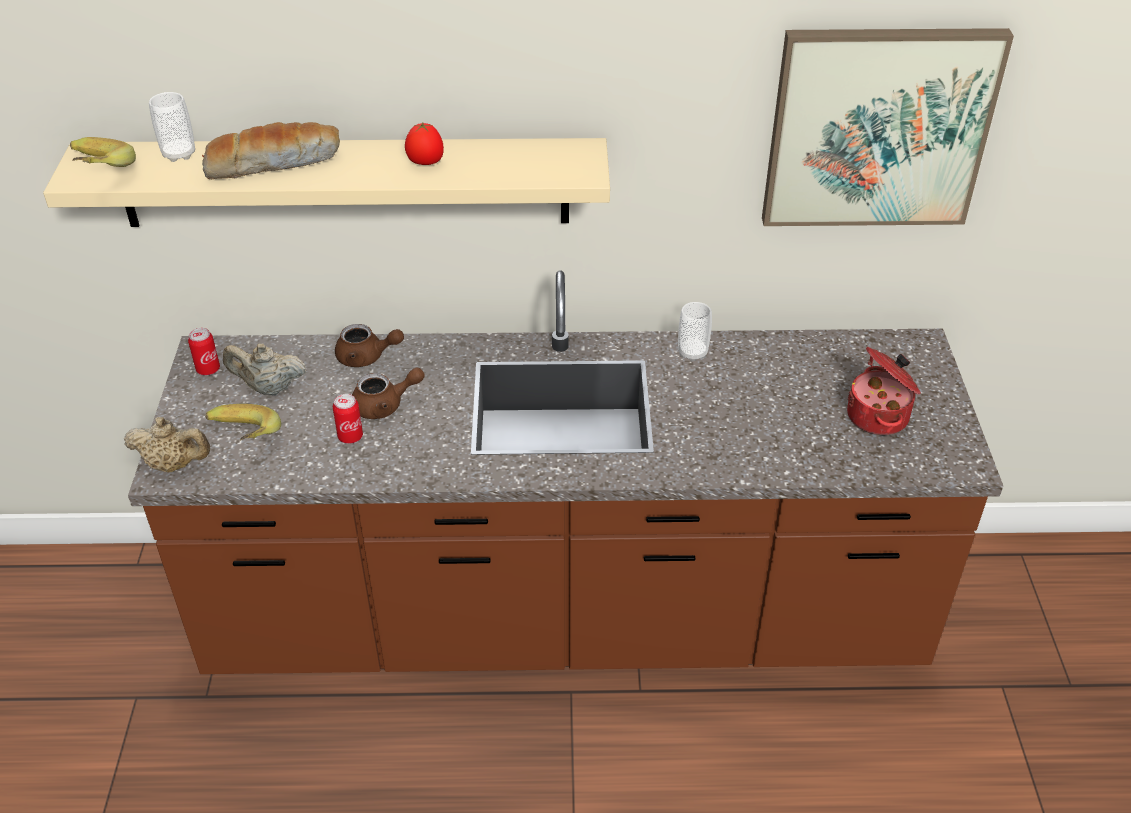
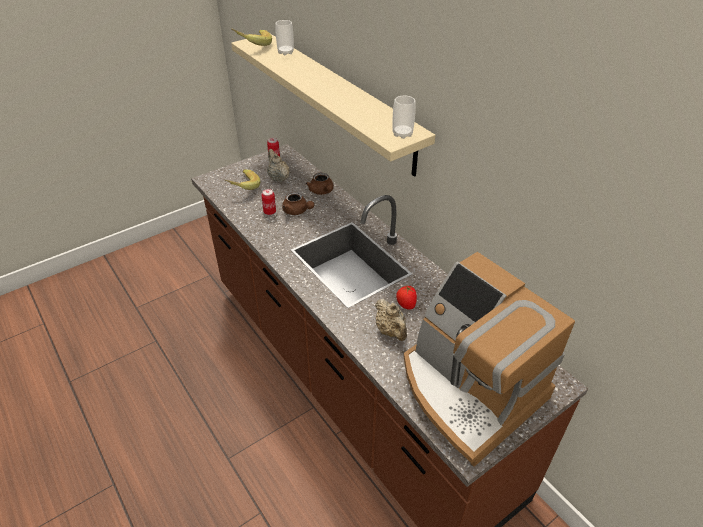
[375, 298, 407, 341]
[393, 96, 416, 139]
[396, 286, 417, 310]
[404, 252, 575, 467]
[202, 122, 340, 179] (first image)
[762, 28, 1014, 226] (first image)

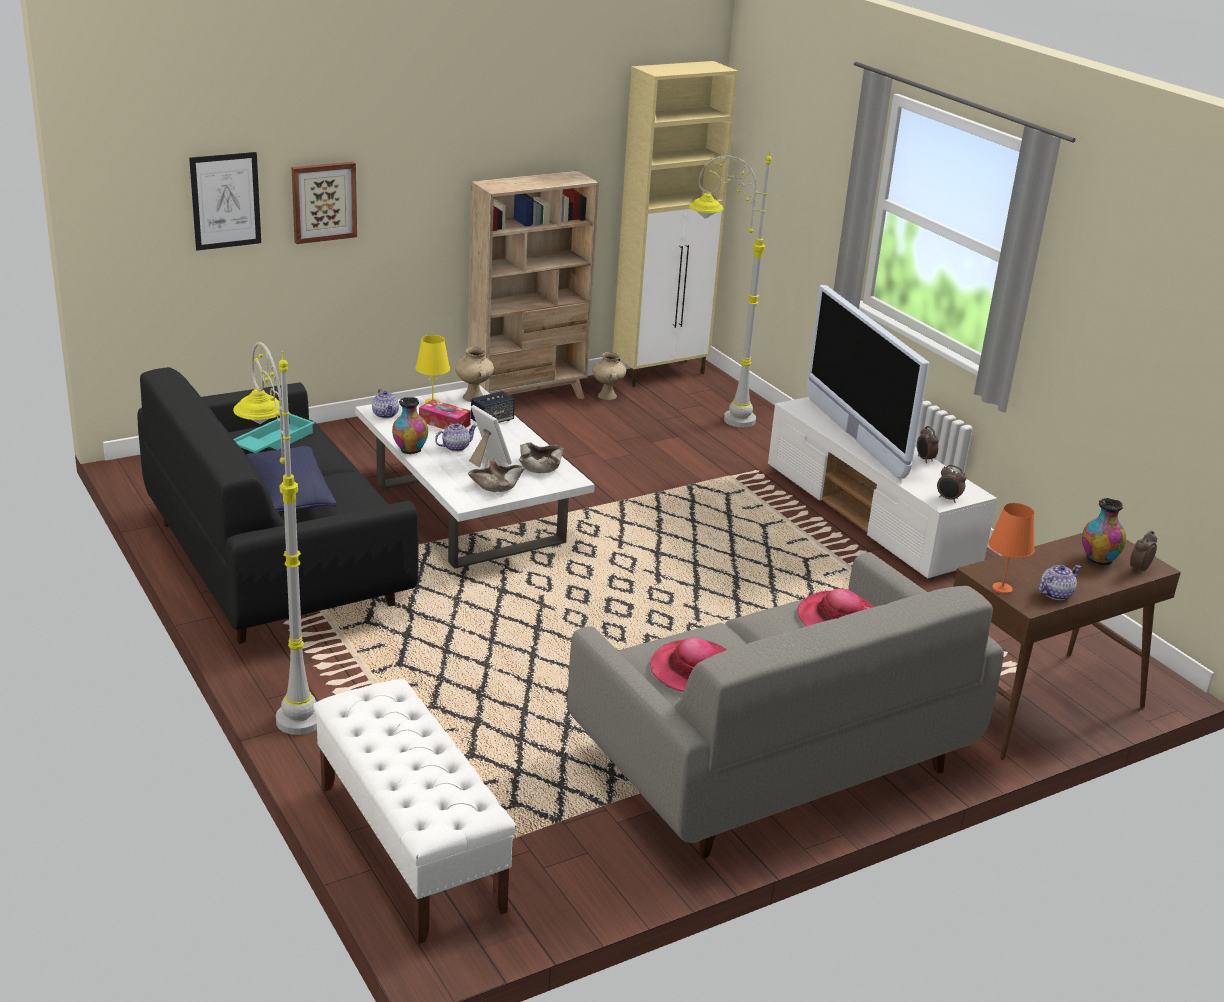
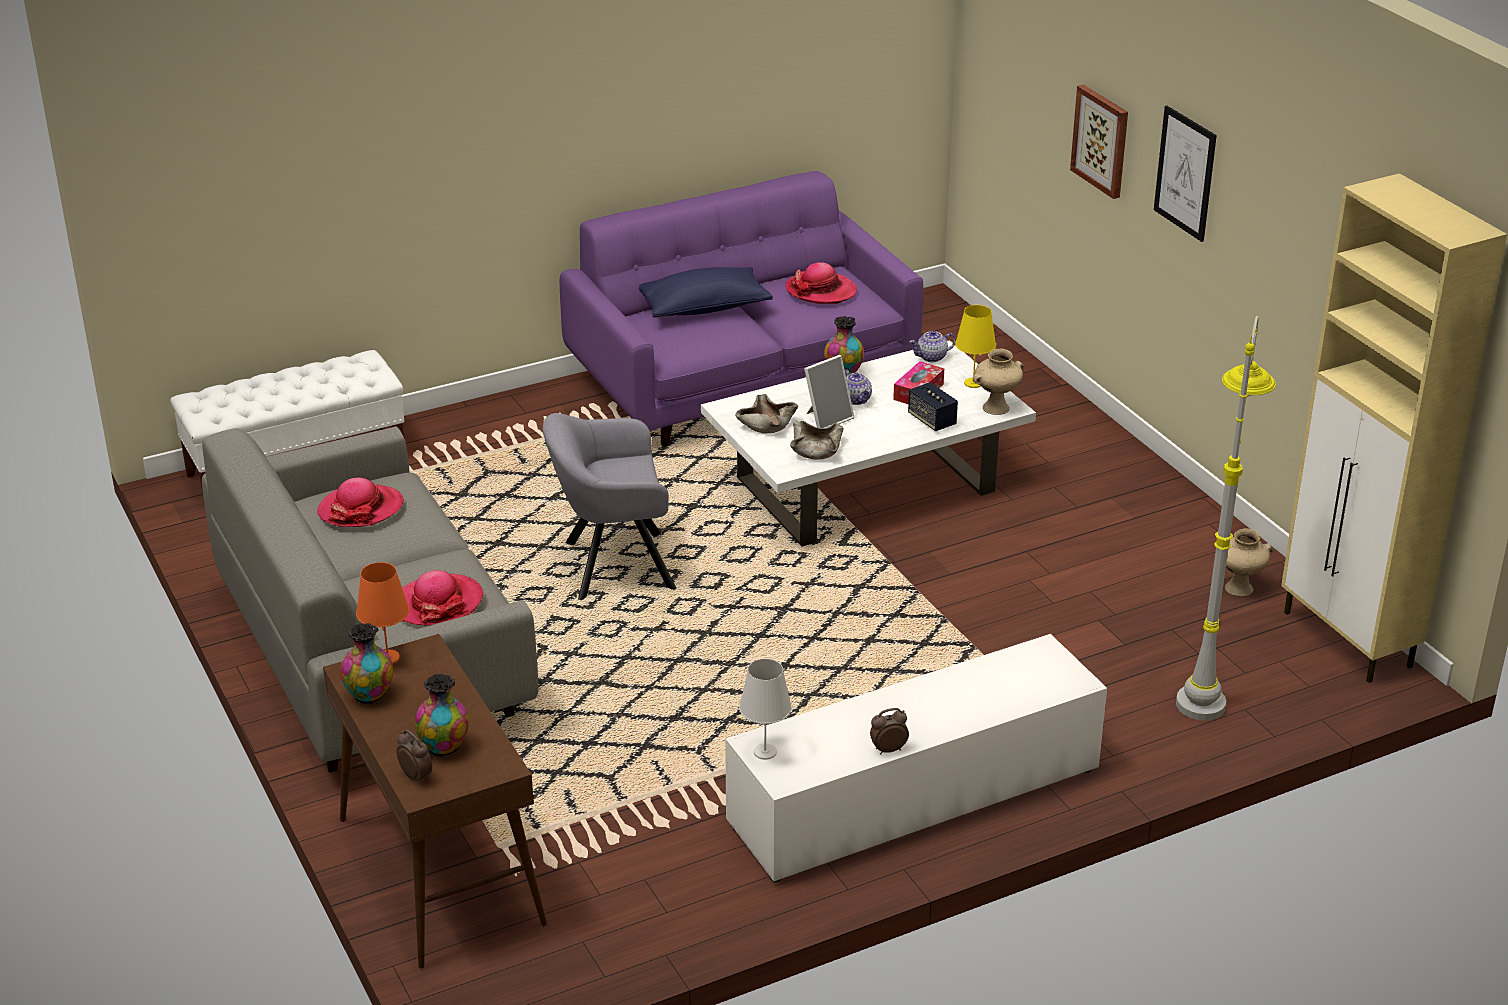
[340, 623, 393, 704]
[543, 413, 676, 600]
[560, 171, 923, 447]
[739, 659, 792, 760]
[785, 262, 857, 304]
[1154, 106, 1217, 242]
[233, 342, 317, 735] (first image)
[468, 171, 599, 399] (first image)
[807, 285, 930, 479] (first image)

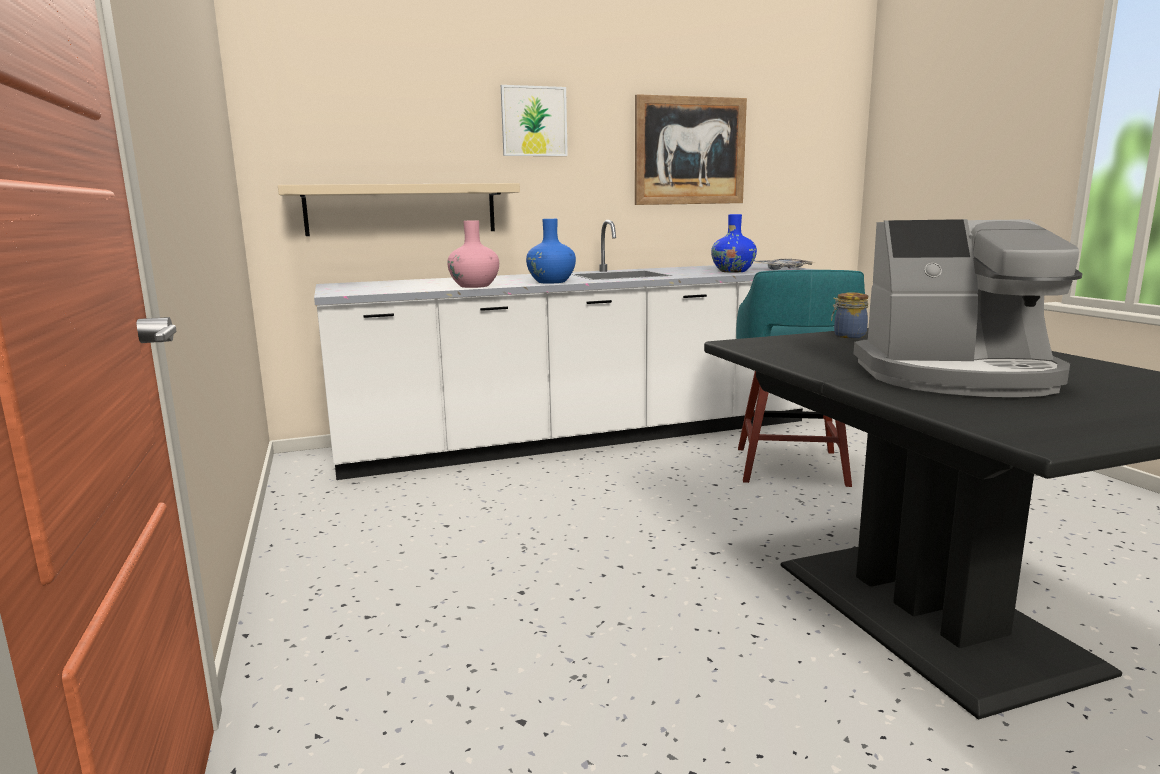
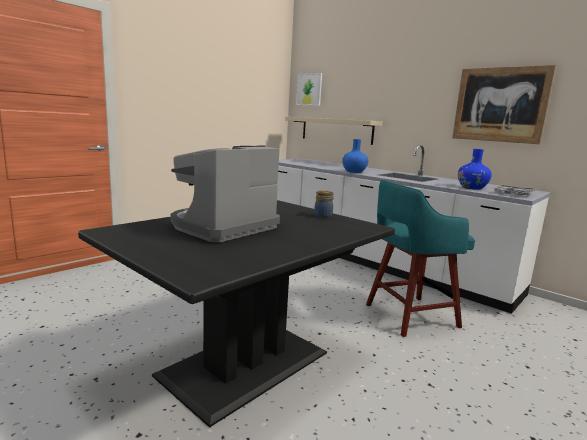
[171, 146, 280, 242]
[296, 73, 322, 106]
[447, 220, 499, 288] (first image)

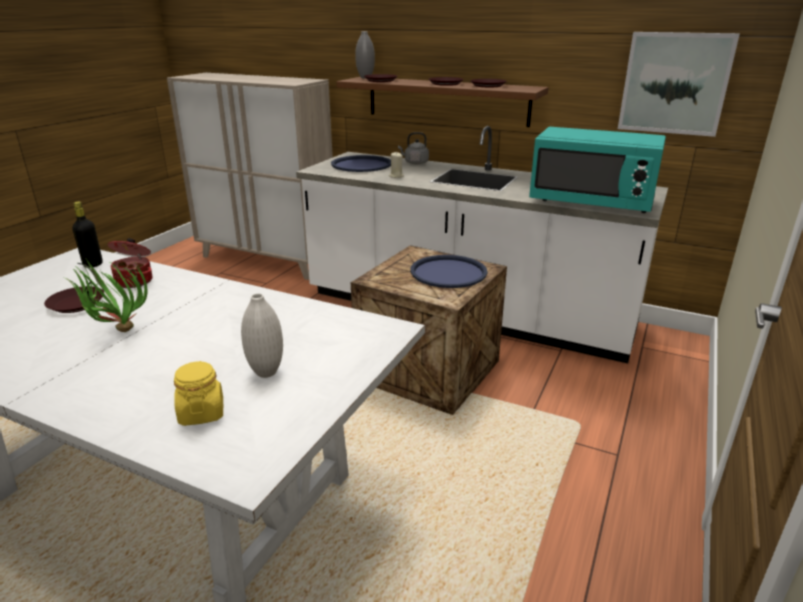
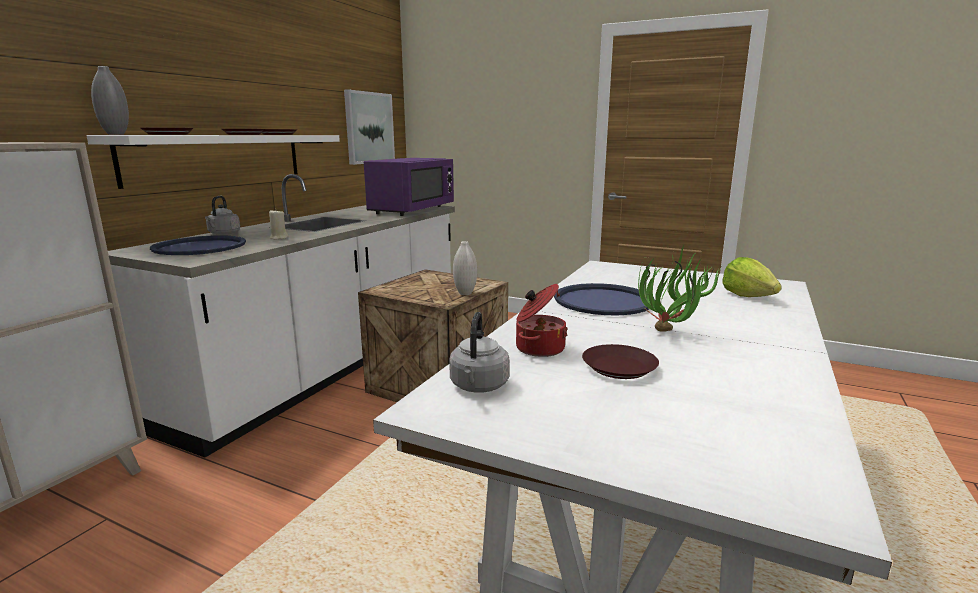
[87, 135, 340, 189]
[364, 158, 454, 216]
[449, 312, 510, 393]
[453, 241, 477, 295]
[554, 283, 655, 315]
[722, 257, 782, 297]

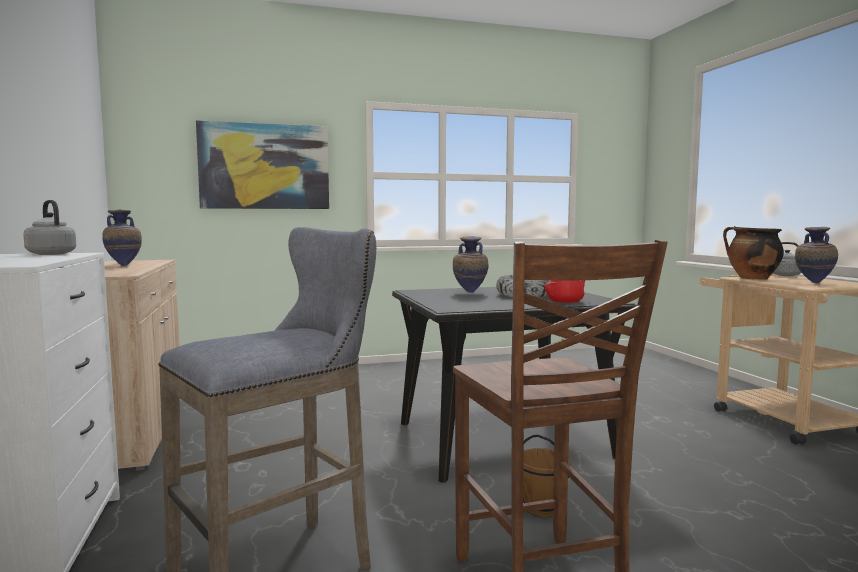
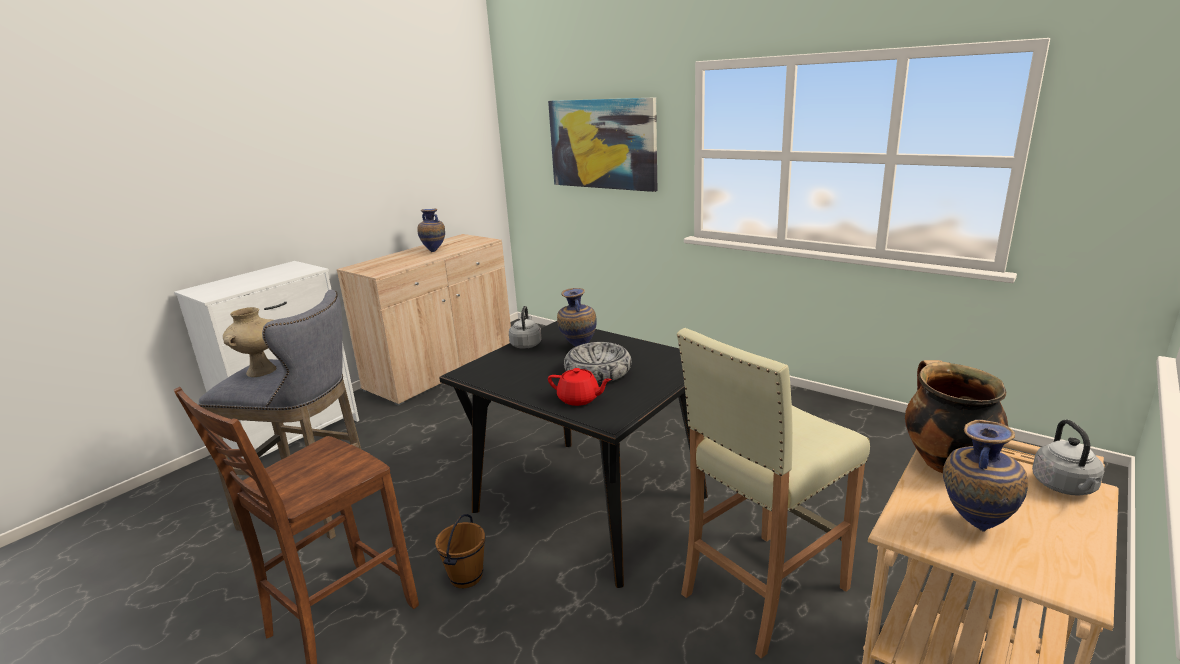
[223, 307, 276, 377]
[509, 306, 542, 349]
[677, 328, 870, 659]

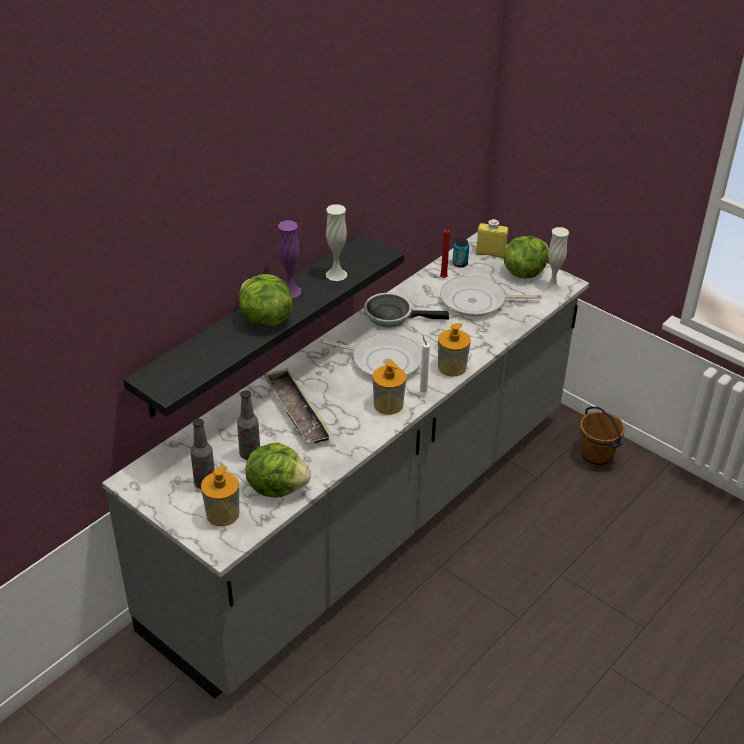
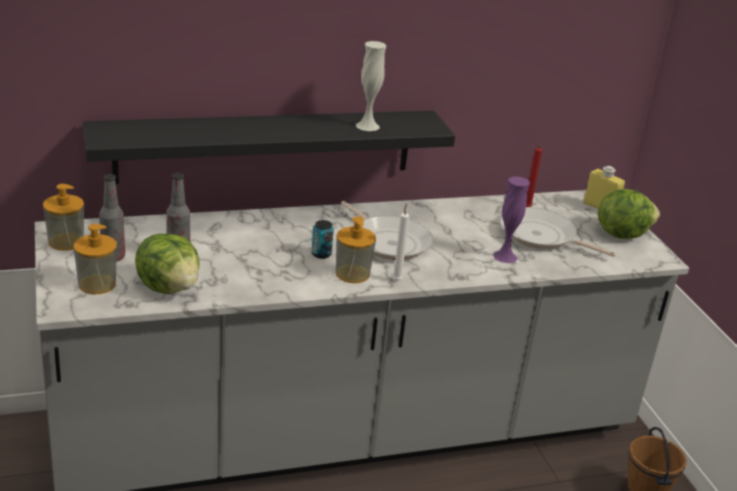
[43, 184, 84, 251]
[311, 220, 334, 259]
[493, 177, 530, 263]
[239, 274, 293, 326] (first image)
[263, 368, 333, 443] (first image)
[364, 293, 449, 327] (first image)
[543, 227, 569, 295] (first image)

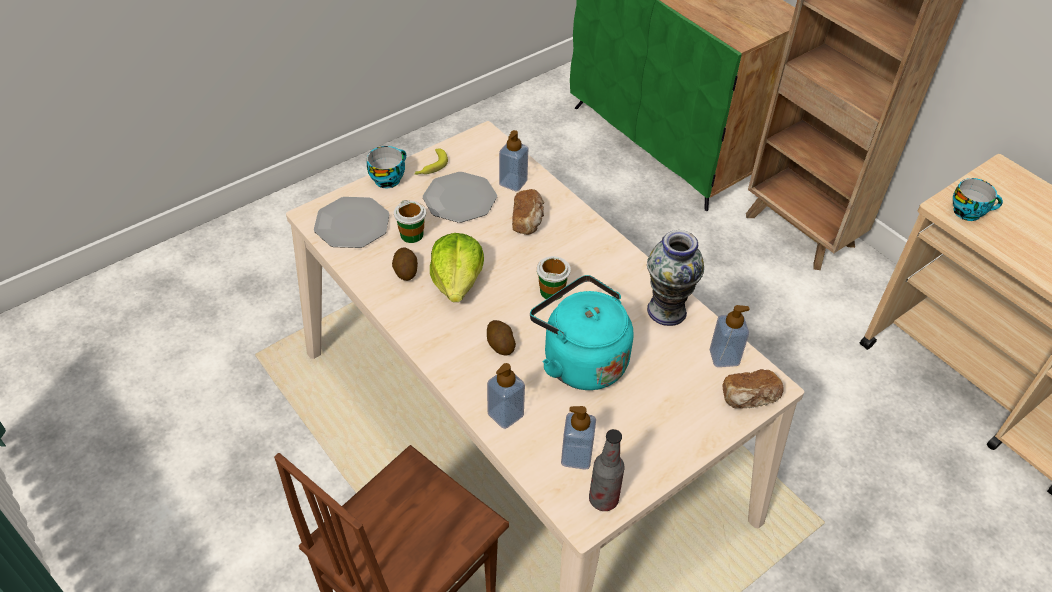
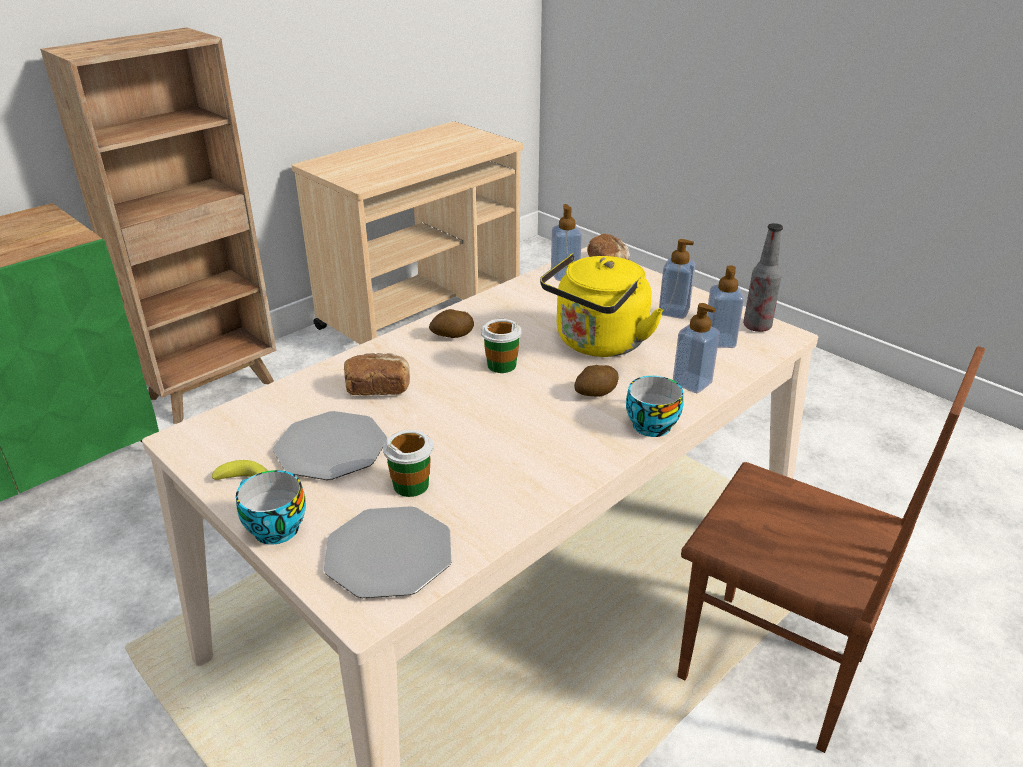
[429, 309, 474, 338]
[540, 253, 664, 357]
[626, 376, 683, 437]
[659, 239, 696, 319]
[430, 233, 484, 302] (first image)
[647, 230, 704, 326] (first image)

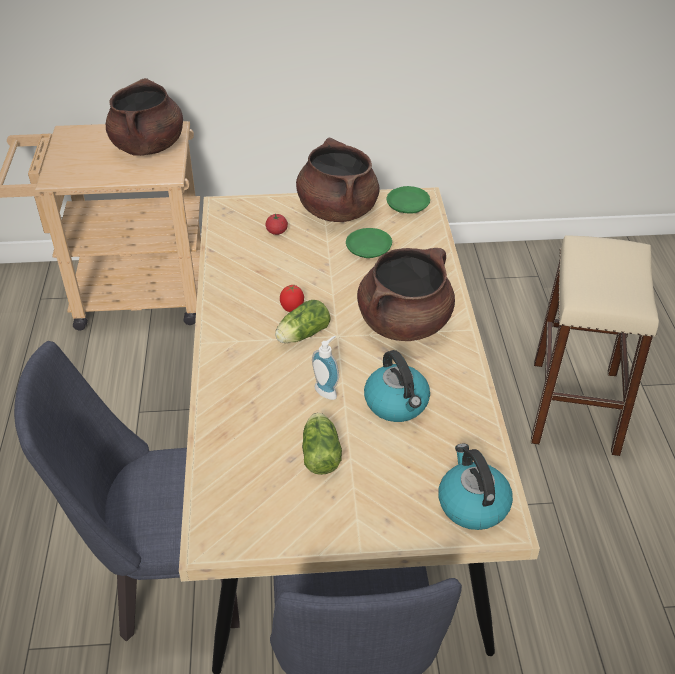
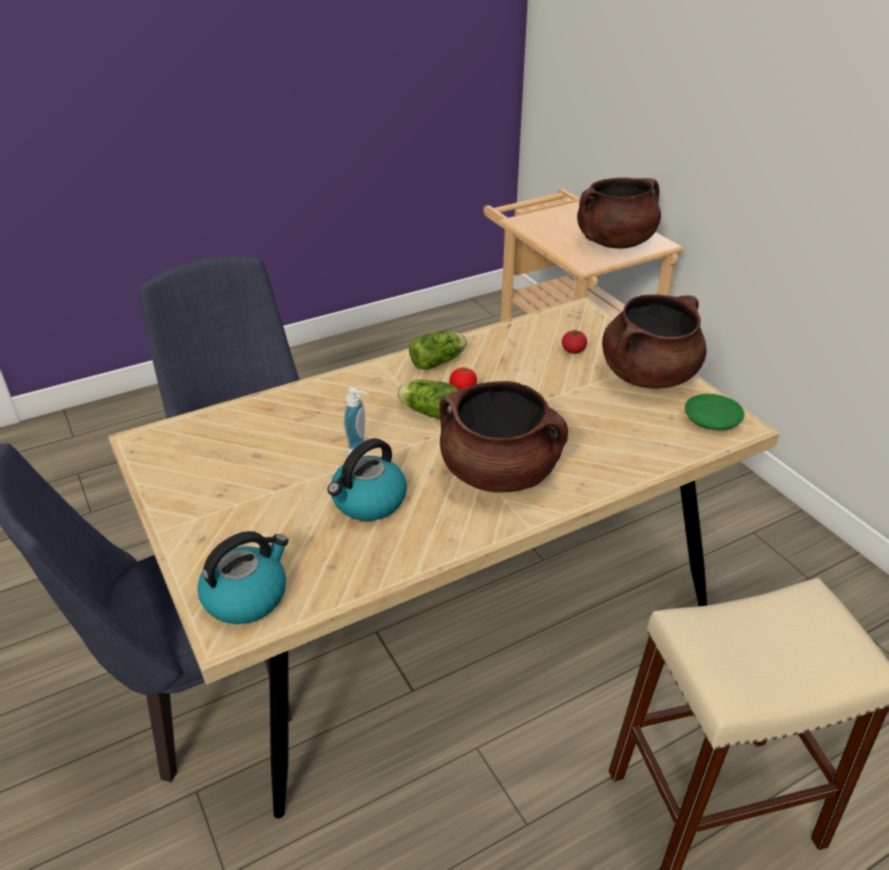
[409, 331, 467, 370]
[346, 228, 392, 258] (first image)

